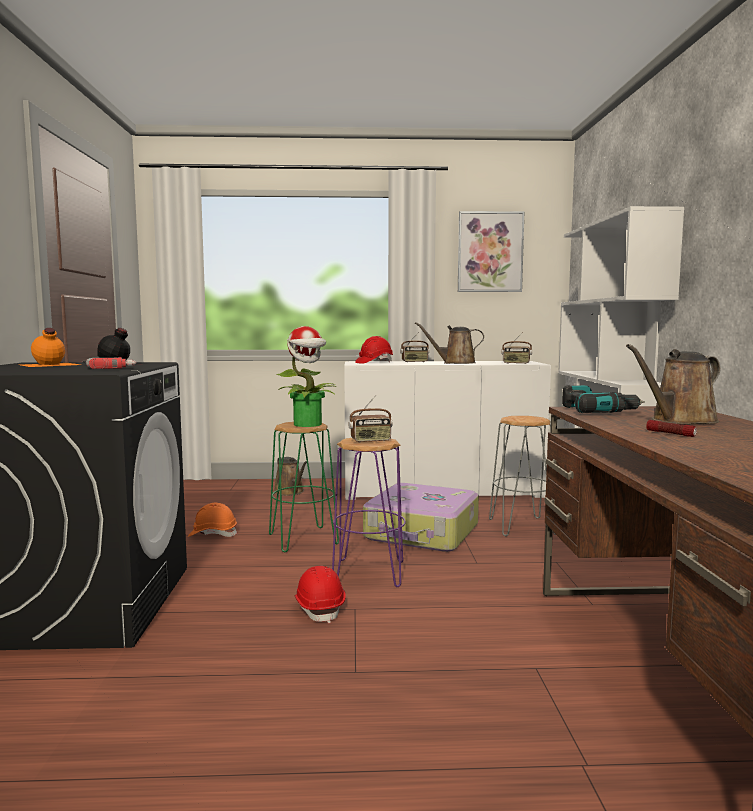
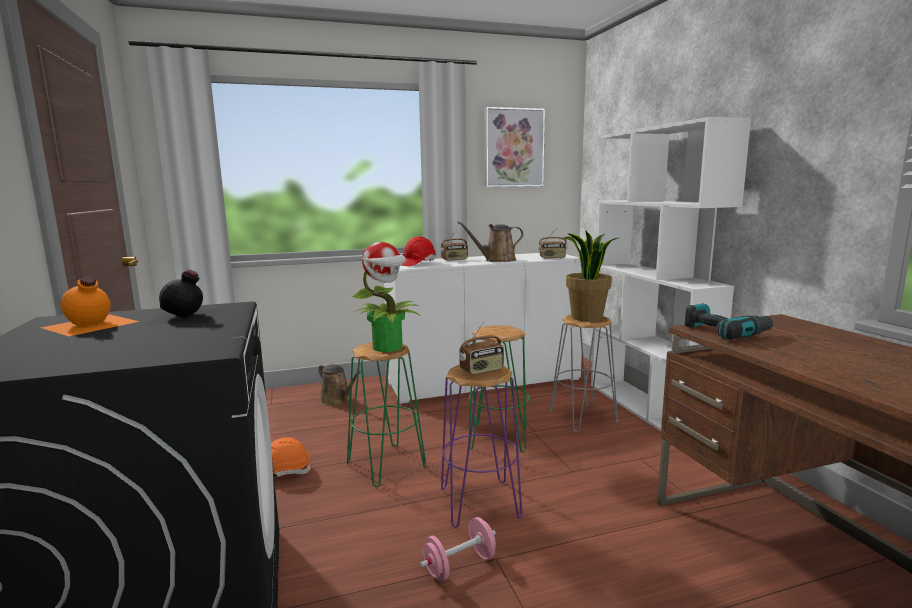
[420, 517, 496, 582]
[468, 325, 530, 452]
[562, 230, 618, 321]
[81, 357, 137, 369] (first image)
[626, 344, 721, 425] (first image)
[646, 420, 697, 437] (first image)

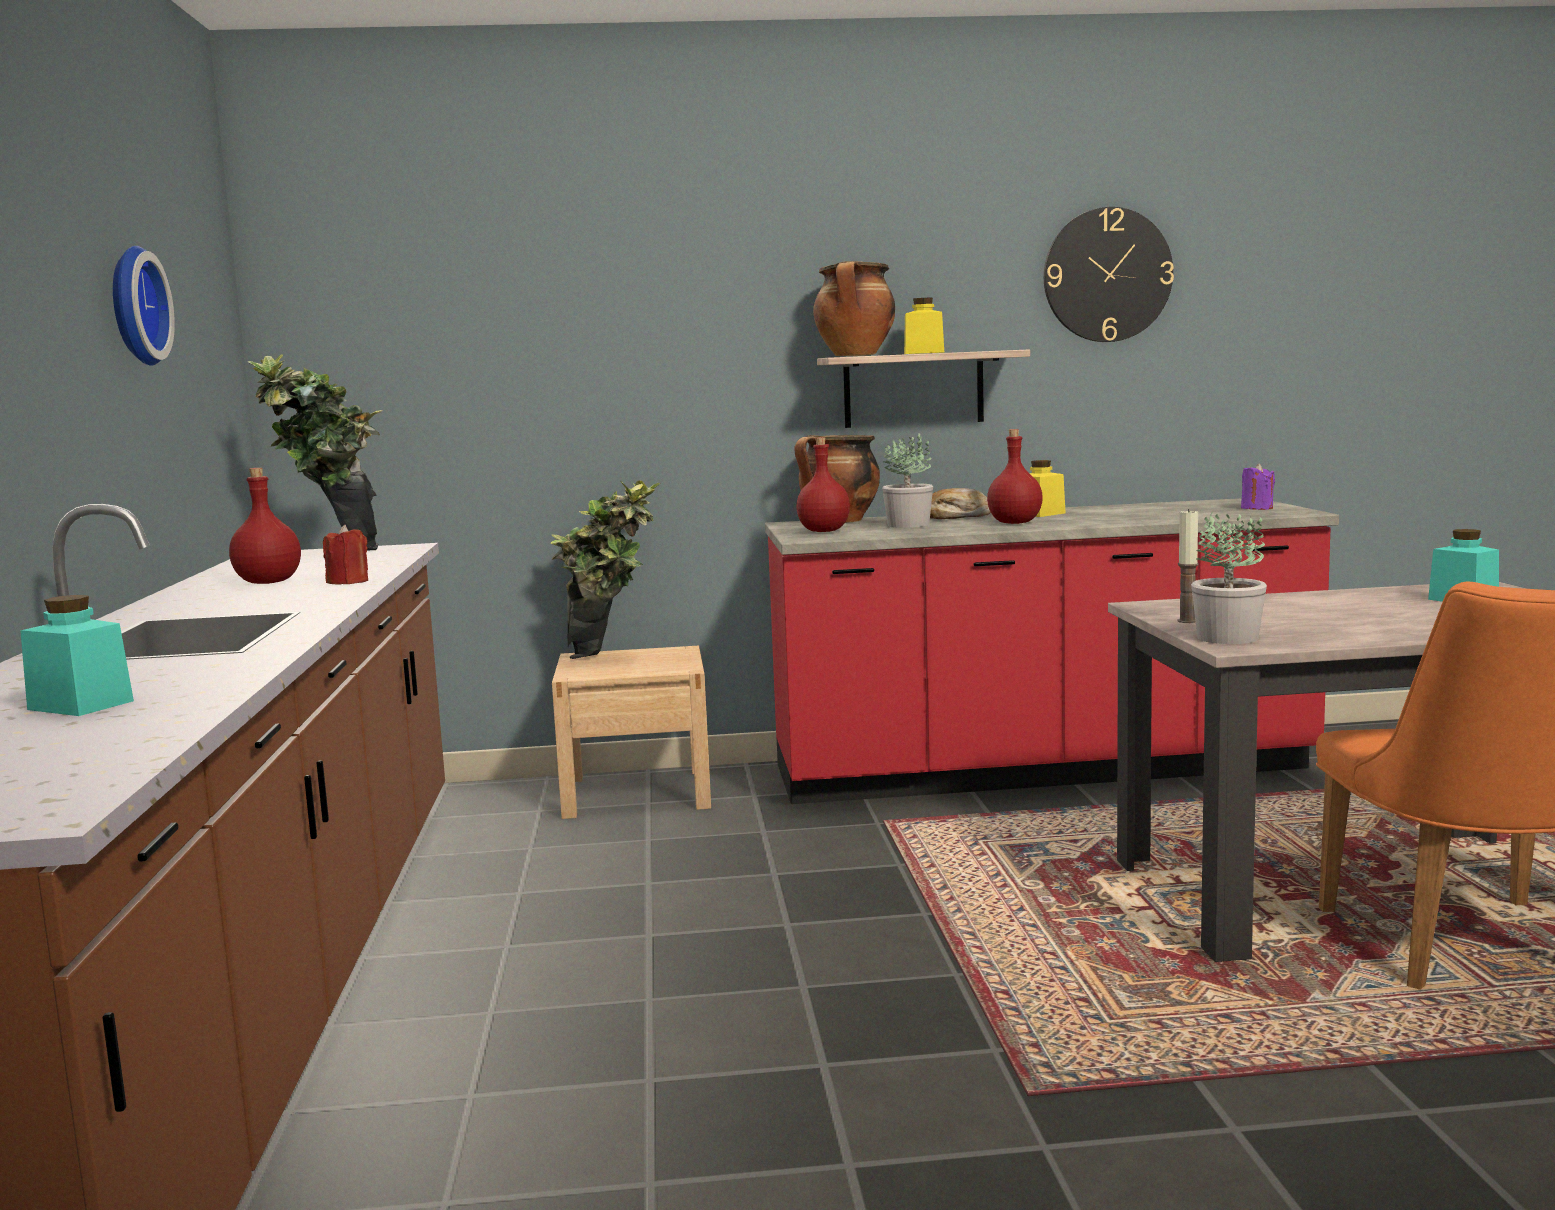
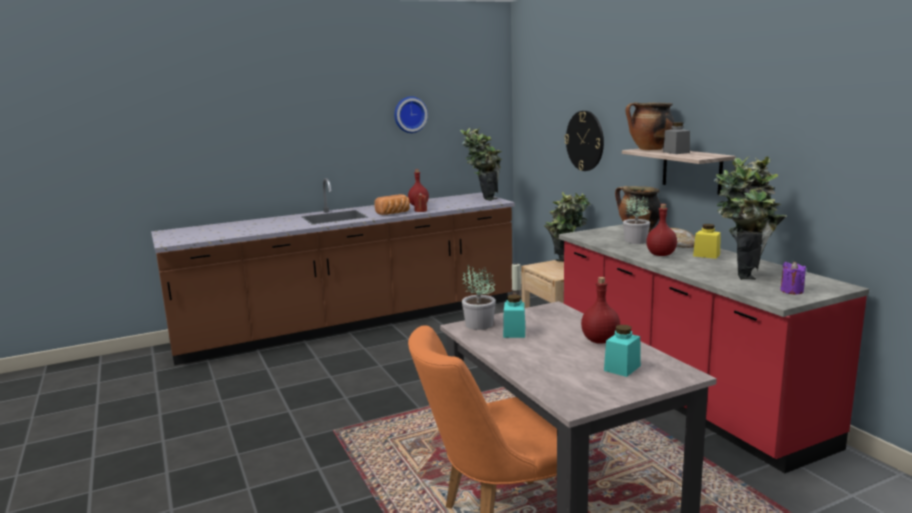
[374, 194, 410, 215]
[503, 294, 525, 338]
[564, 111, 604, 171]
[581, 277, 620, 344]
[663, 122, 690, 154]
[714, 156, 787, 280]

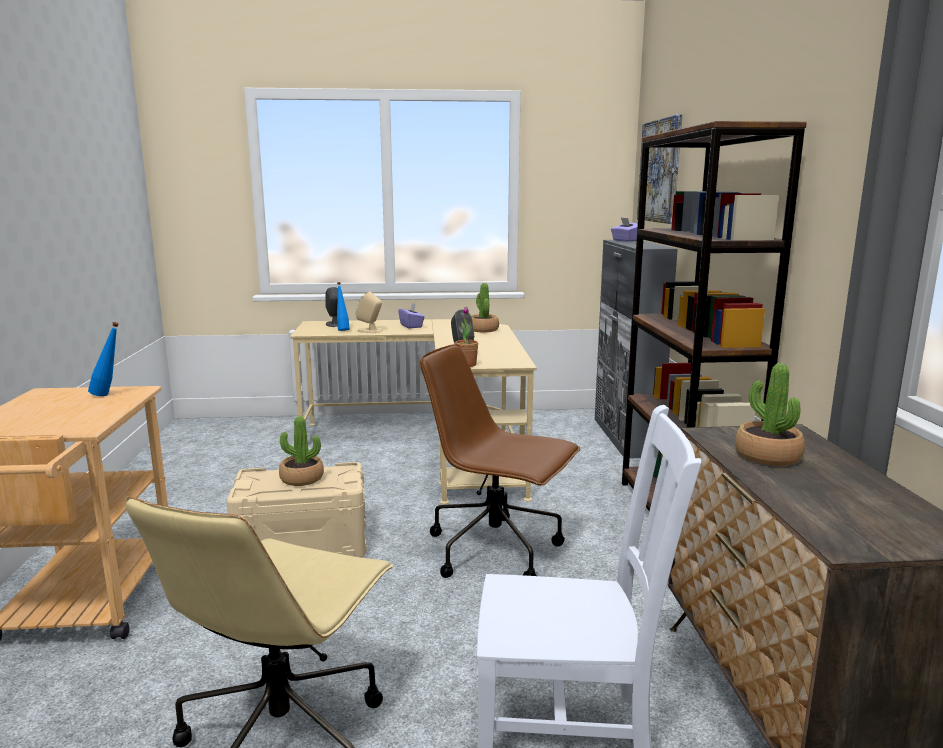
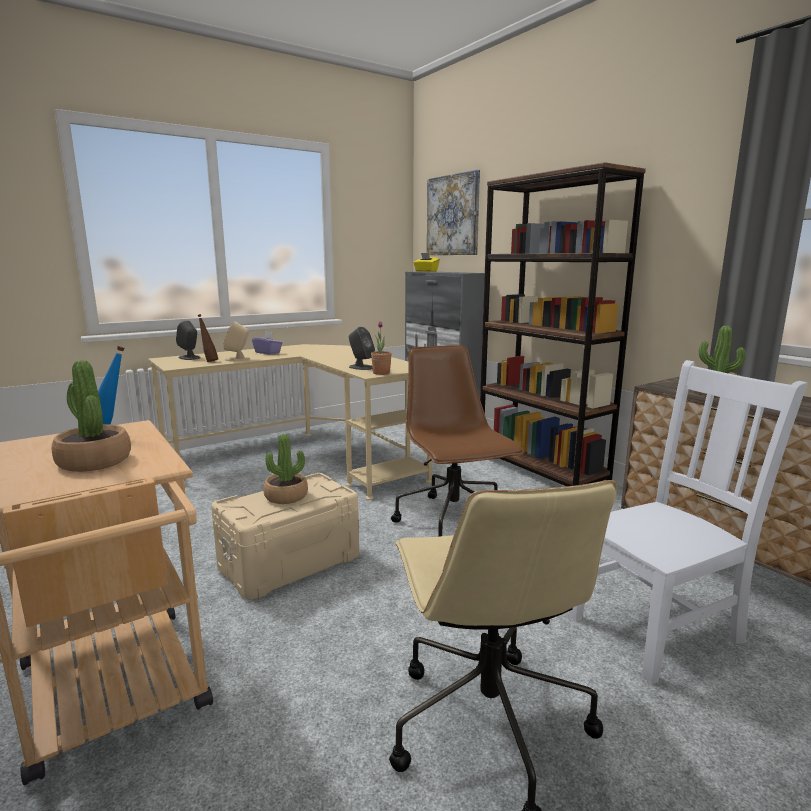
[52, 360, 131, 472]
[198, 314, 218, 362]
[391, 345, 524, 537]
[413, 253, 440, 272]

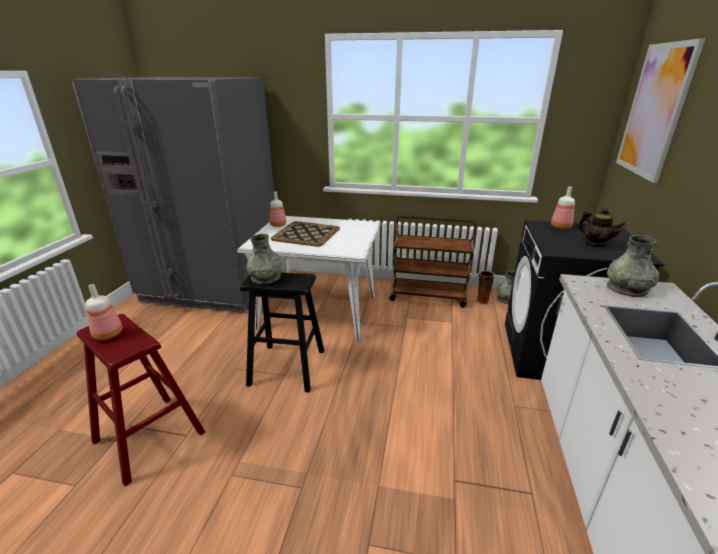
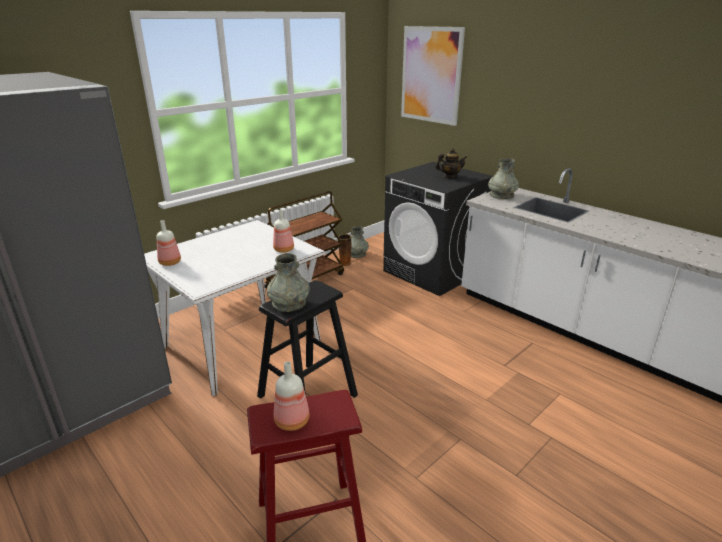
[273, 209, 294, 253]
[271, 221, 340, 247] (first image)

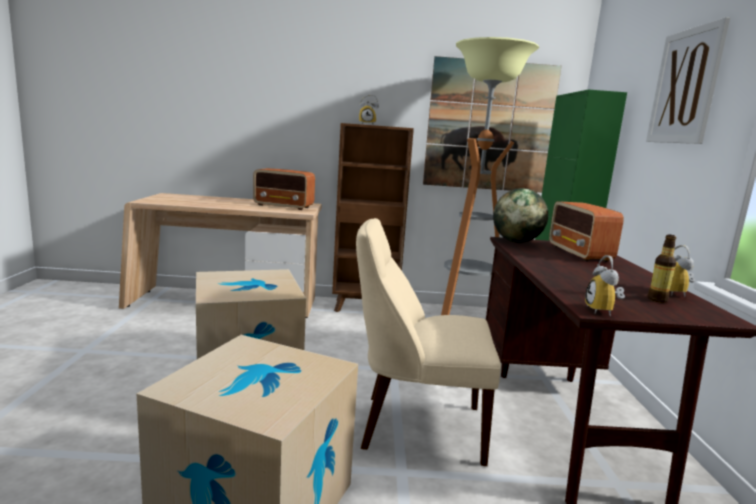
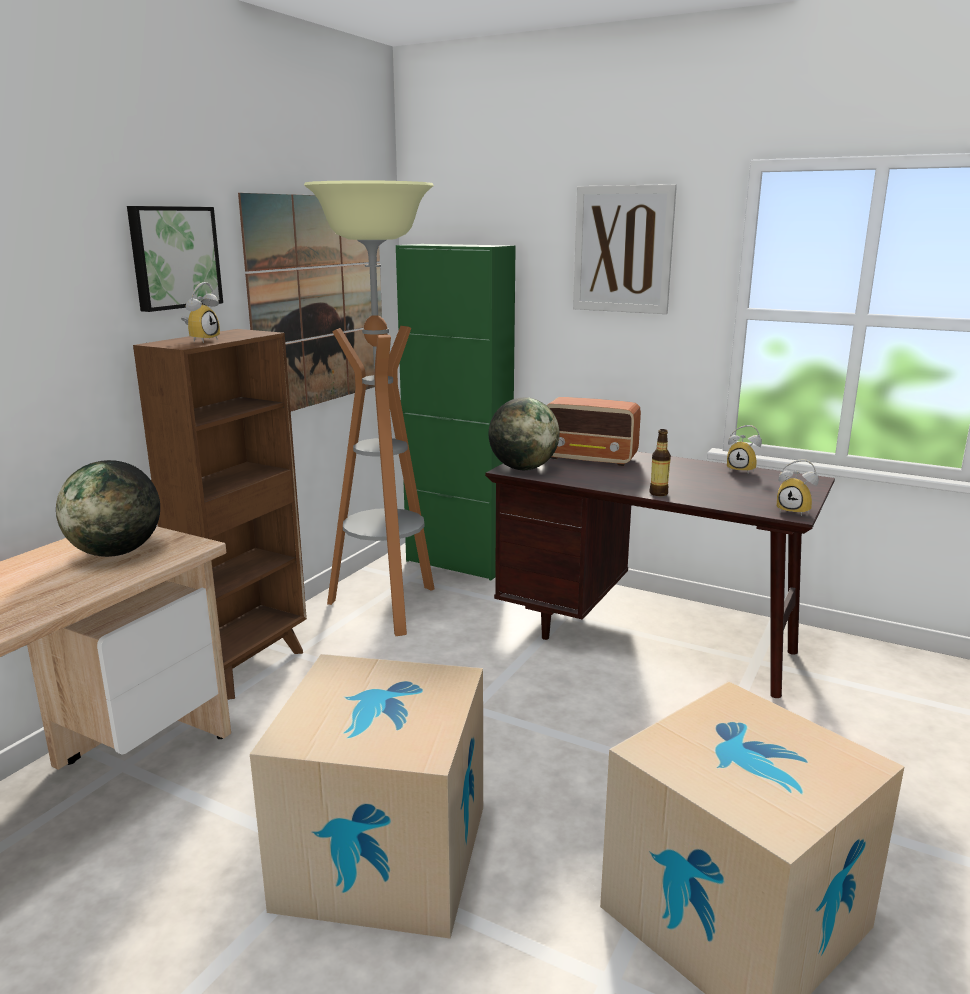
[56, 460, 160, 557]
[127, 206, 223, 312]
[649, 429, 671, 496]
[356, 218, 501, 466] (first image)

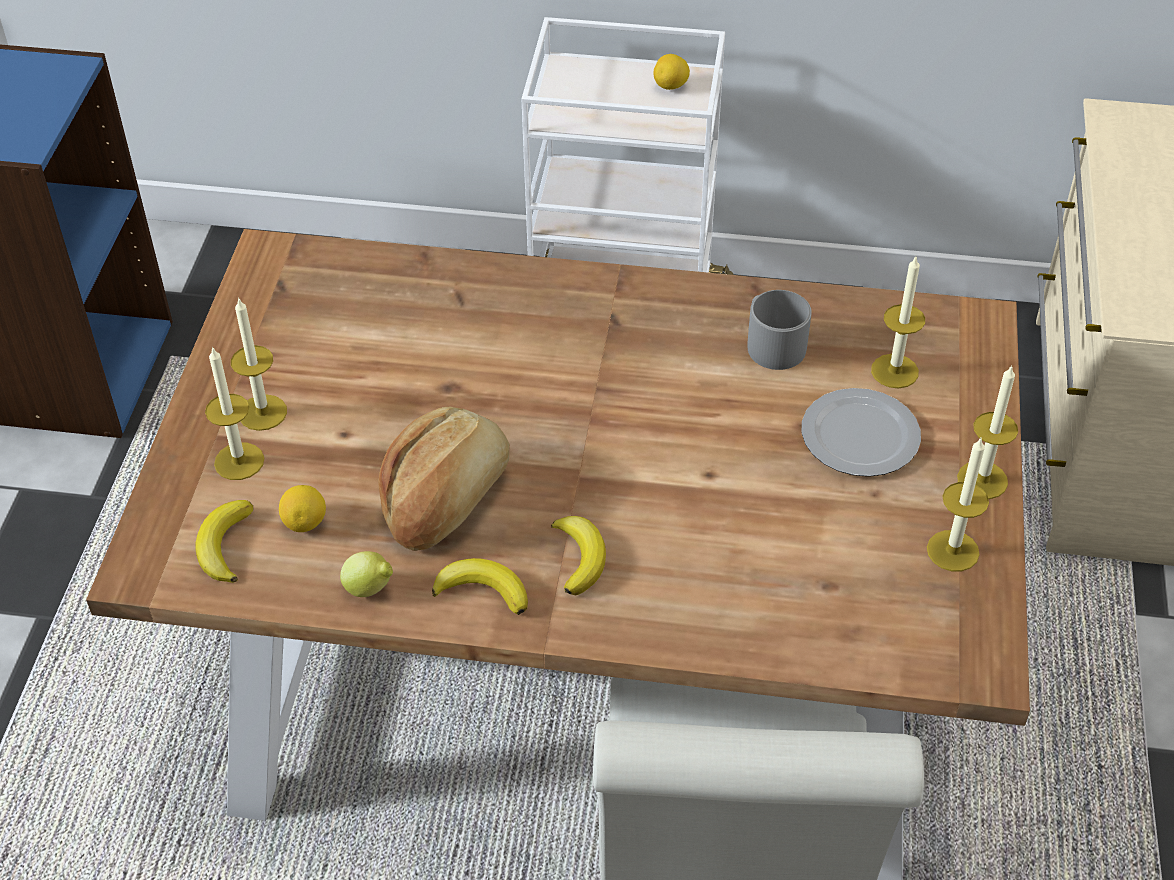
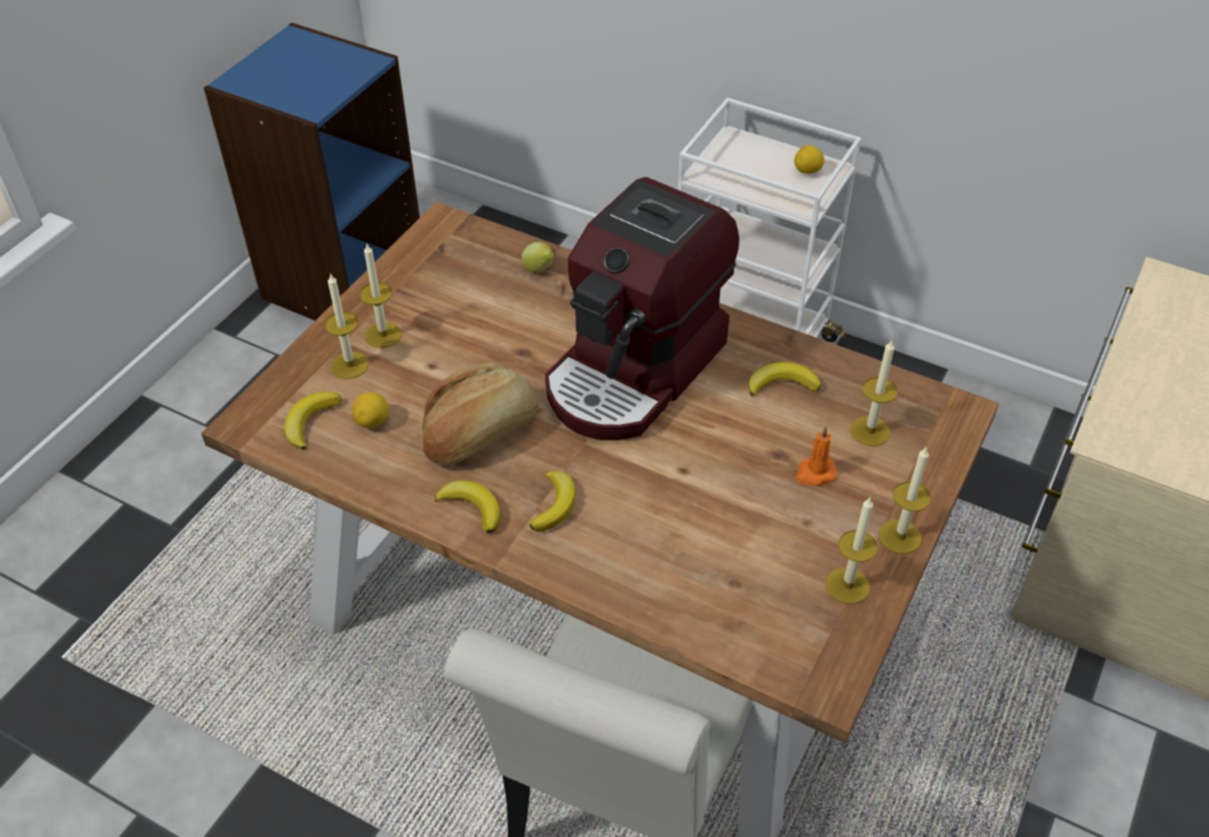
[521, 242, 554, 272]
[545, 177, 739, 440]
[749, 362, 821, 397]
[795, 426, 837, 486]

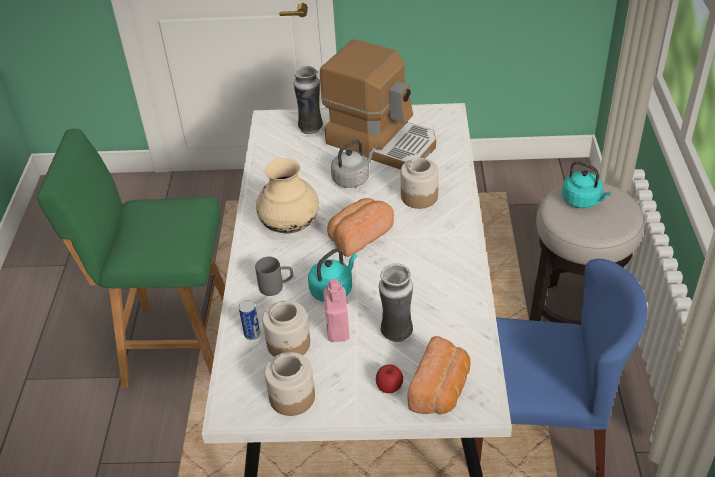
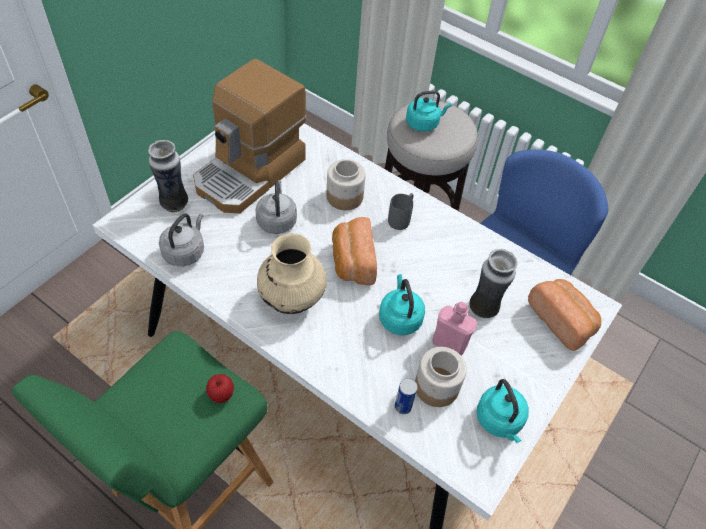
[159, 213, 204, 266]
[193, 59, 306, 213]
[206, 374, 234, 403]
[388, 193, 413, 230]
[477, 379, 529, 443]

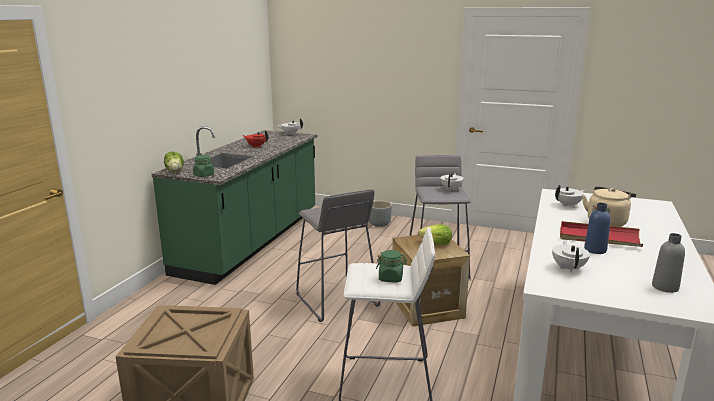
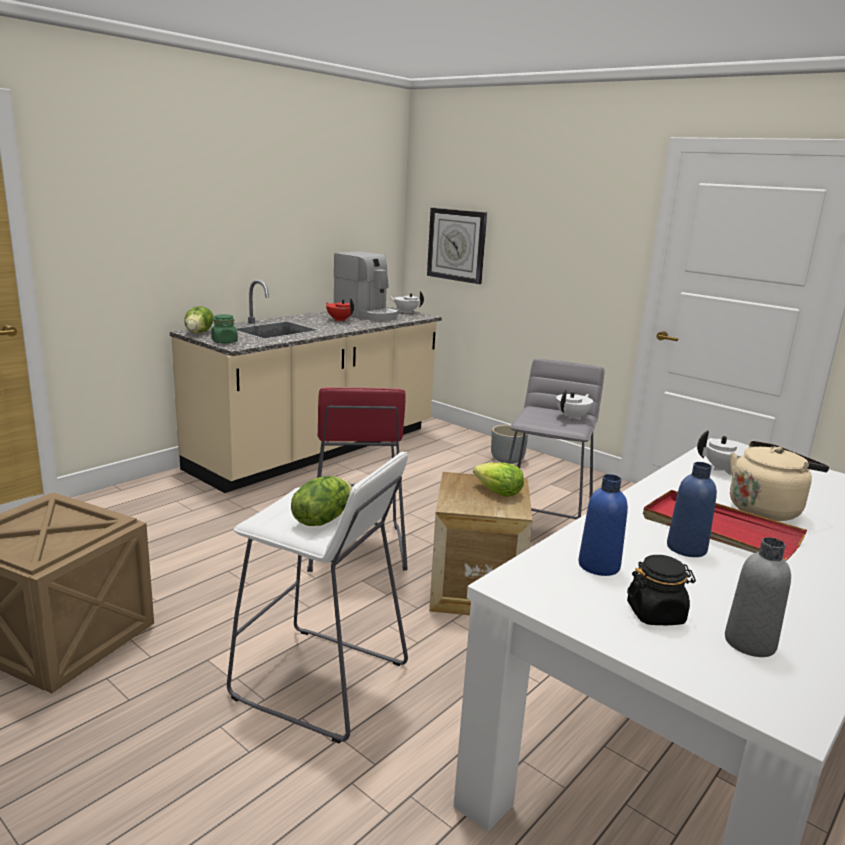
[170, 280, 442, 493]
[291, 476, 352, 526]
[307, 387, 407, 572]
[334, 251, 398, 321]
[427, 208, 487, 284]
[579, 474, 628, 576]
[627, 555, 696, 625]

